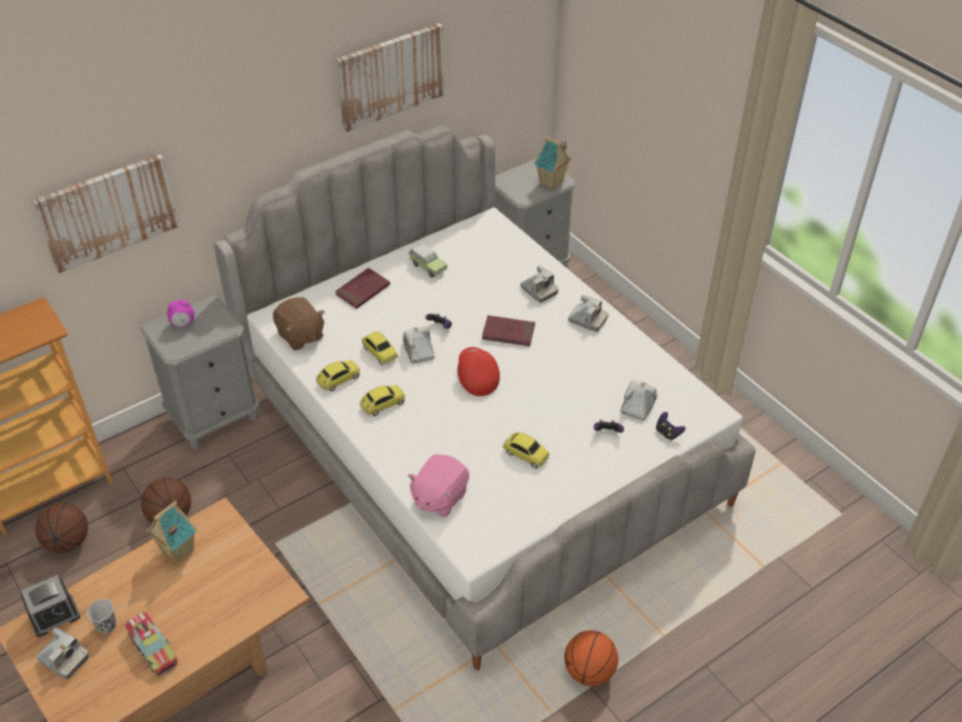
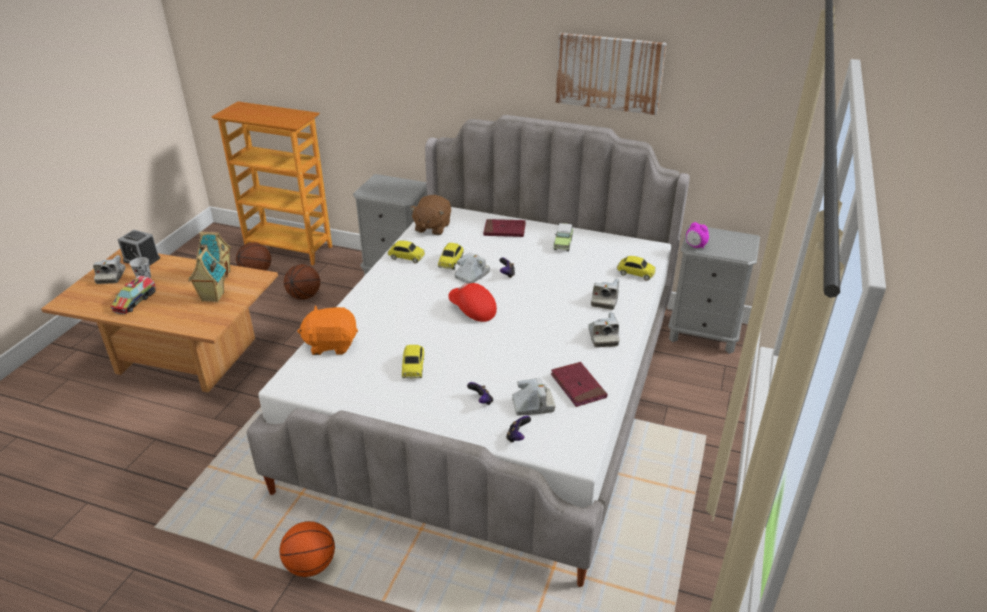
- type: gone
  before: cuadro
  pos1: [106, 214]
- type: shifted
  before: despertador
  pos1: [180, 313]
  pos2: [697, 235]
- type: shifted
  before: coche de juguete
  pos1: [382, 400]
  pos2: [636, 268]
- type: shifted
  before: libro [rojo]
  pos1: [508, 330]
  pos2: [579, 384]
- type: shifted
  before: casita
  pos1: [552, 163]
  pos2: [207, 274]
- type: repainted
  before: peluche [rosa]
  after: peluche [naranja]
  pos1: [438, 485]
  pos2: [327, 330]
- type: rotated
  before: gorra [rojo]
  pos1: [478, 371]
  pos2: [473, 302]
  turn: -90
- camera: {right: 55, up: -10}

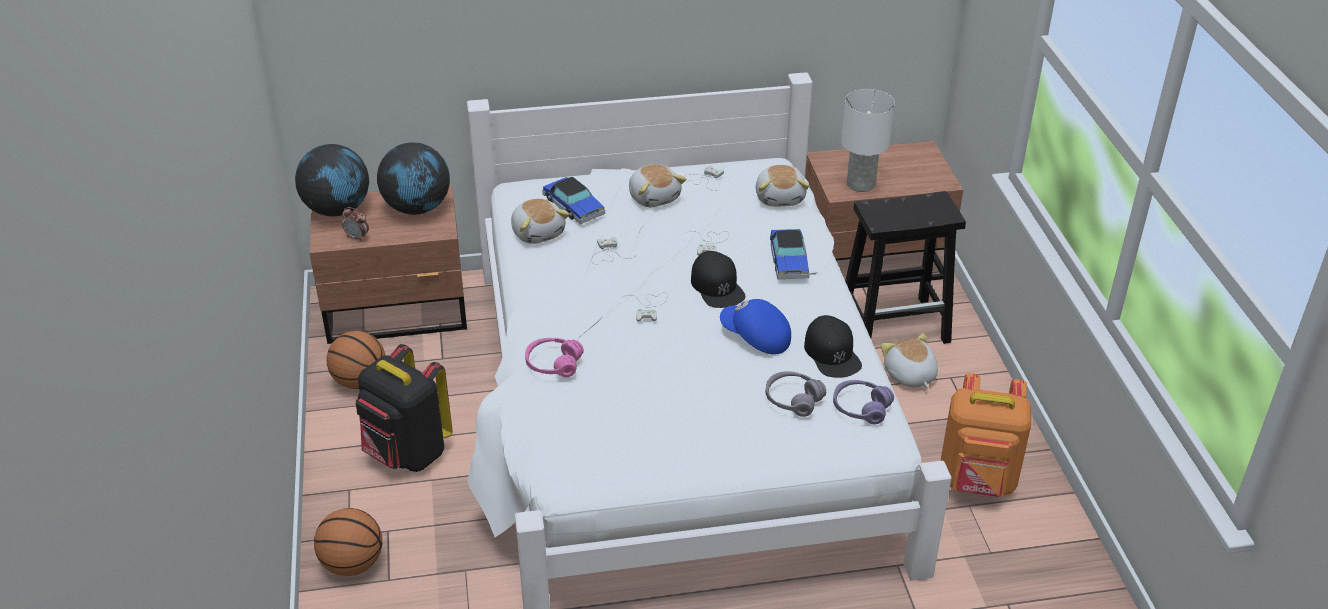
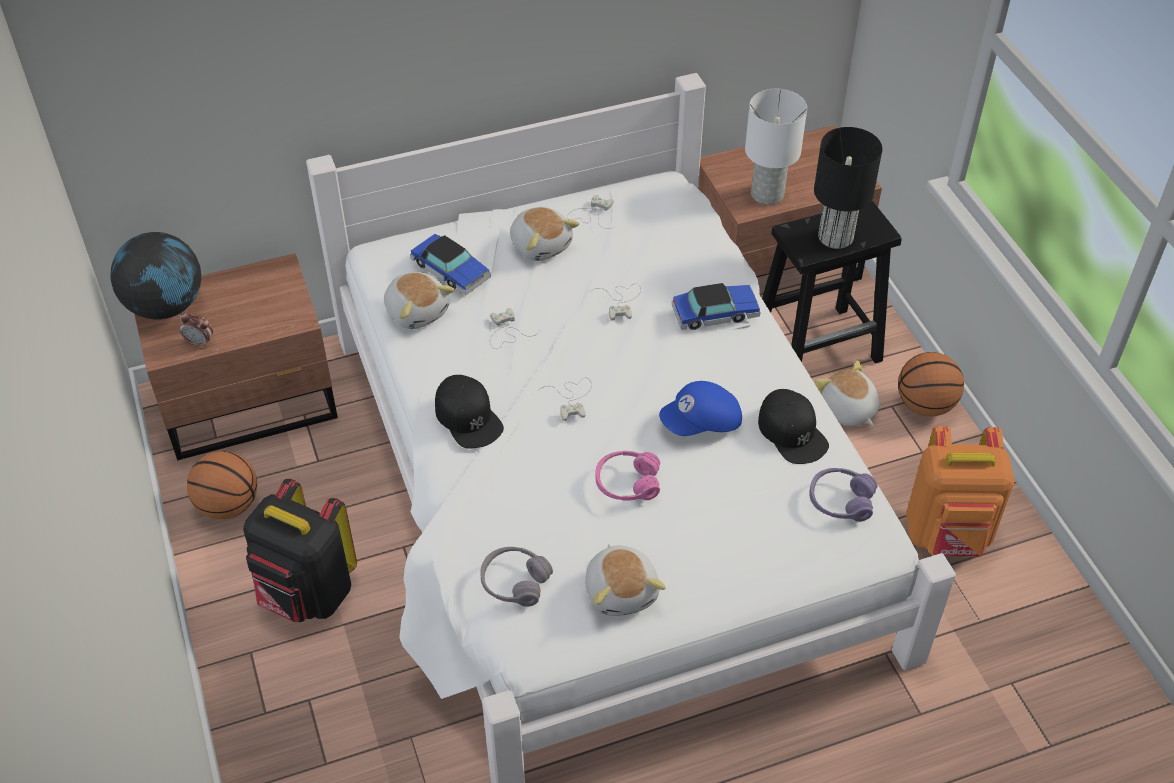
- type: gone
  before: globo terráqueo
  pos1: [413, 178]
- type: new
  after: lámpara de mesa [negro]
  pos2: [848, 188]
- type: shifted
  before: balón de baloncesto
  pos1: [348, 542]
  pos2: [931, 384]
- type: shifted
  before: auriculares [rosa]
  pos1: [554, 357]
  pos2: [627, 476]
- type: shifted
  before: gorra [negro]
  pos1: [718, 279]
  pos2: [469, 411]
- type: shifted
  before: peluche
  pos1: [783, 186]
  pos2: [625, 580]
- type: shifted
  before: auriculares [gris]
  pos1: [796, 394]
  pos2: [516, 577]
- type: rotated
  before: gorra [azul]
  pos1: [755, 327]
  pos2: [700, 408]
  turn: -45
- type: rotated
  before: coche de juguete
  pos1: [790, 254]
  pos2: [716, 306]
  turn: -90
- camera: {right: -10, up: 10}

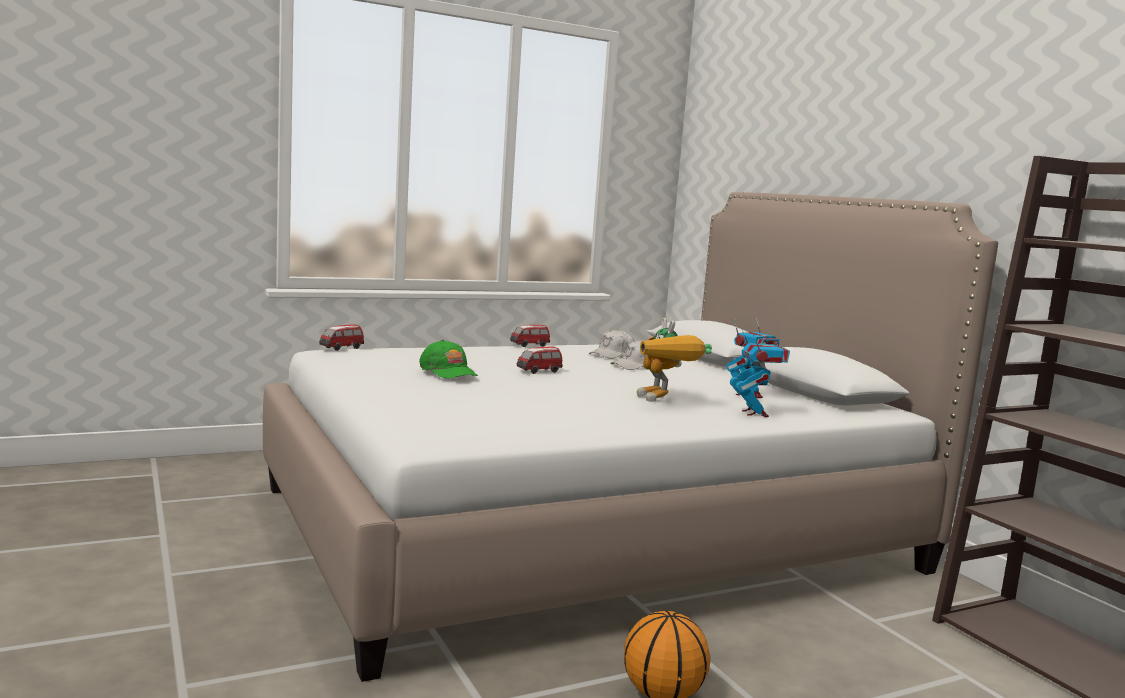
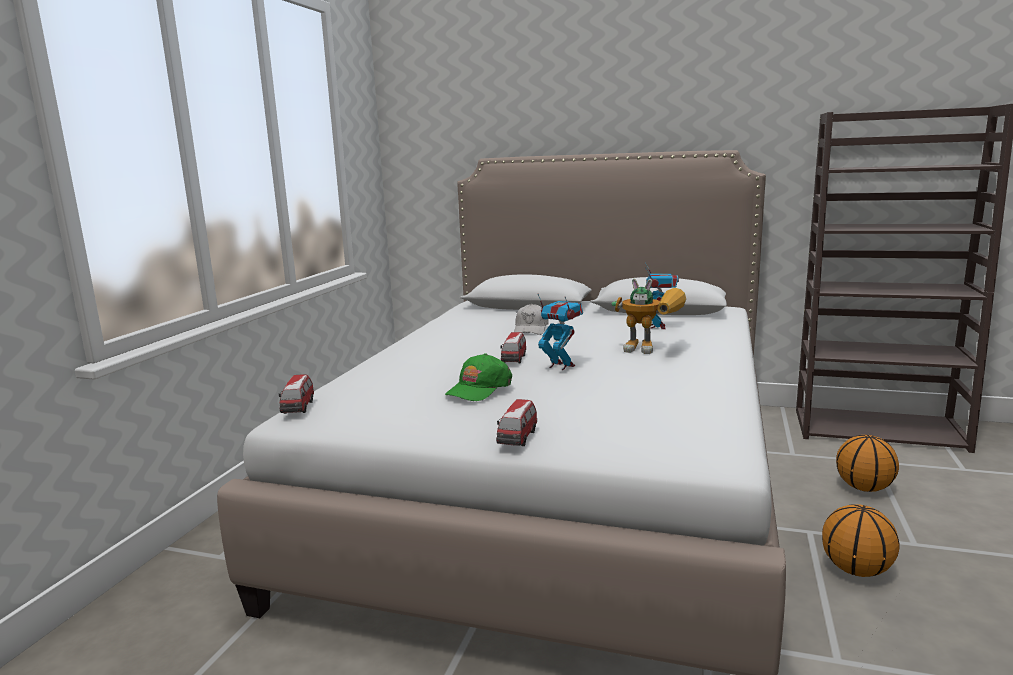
- type: gone
  before: gorra [blanco]
  pos1: [611, 344]
- type: new
  after: balón de baloncesto
  pos2: [867, 463]
- type: shifted
  before: coche de juguete
  pos1: [530, 336]
  pos2: [516, 422]
- type: shifted
  before: robot de juguete
  pos1: [760, 372]
  pos2: [560, 332]
- type: rotated
  before: gorra [verde]
  pos1: [448, 359]
  pos2: [478, 377]
  turn: 120
- camera: {right: -45, up: 5}

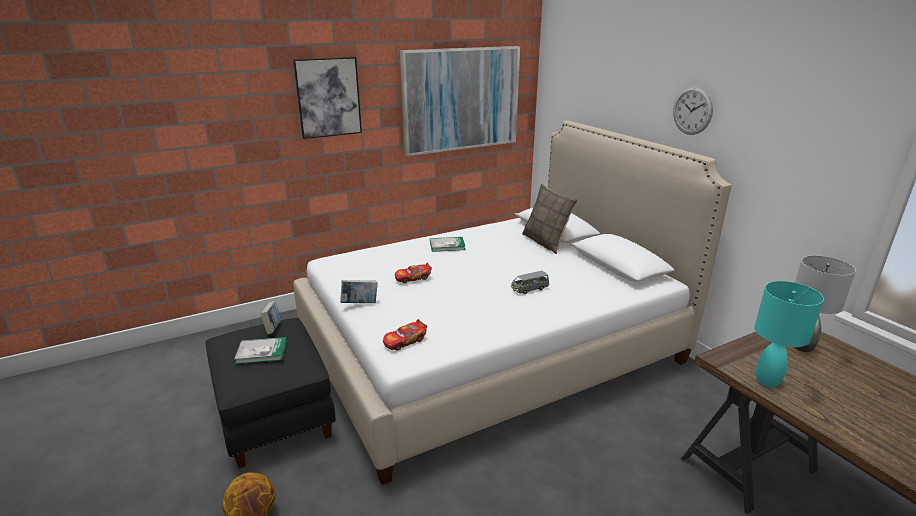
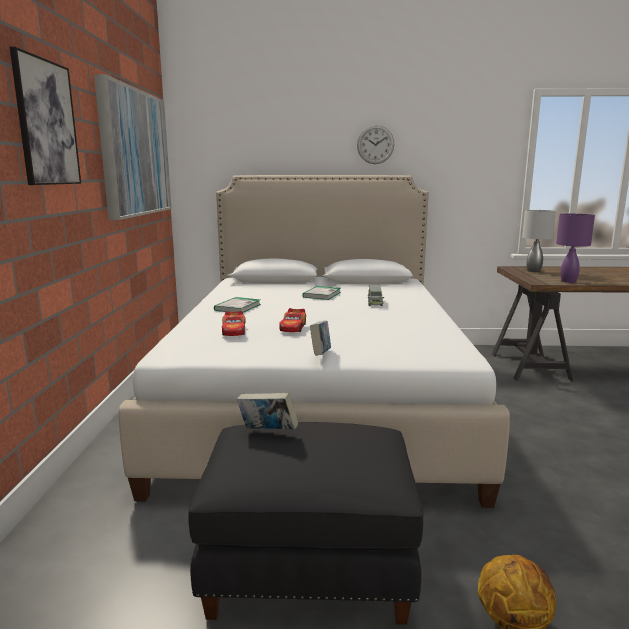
- type: gone
  before: cojín
  pos1: [550, 218]
- type: shifted
  before: libro
  pos1: [260, 350]
  pos2: [321, 293]
- type: shifted
  before: coche de juguete
  pos1: [405, 335]
  pos2: [234, 323]
- type: repainted
  before: lámpara de mesa [turquesa]
  after: lámpara de mesa [morado]
  pos1: [789, 334]
  pos2: [575, 248]
- camera: {right: -60, up: -10}

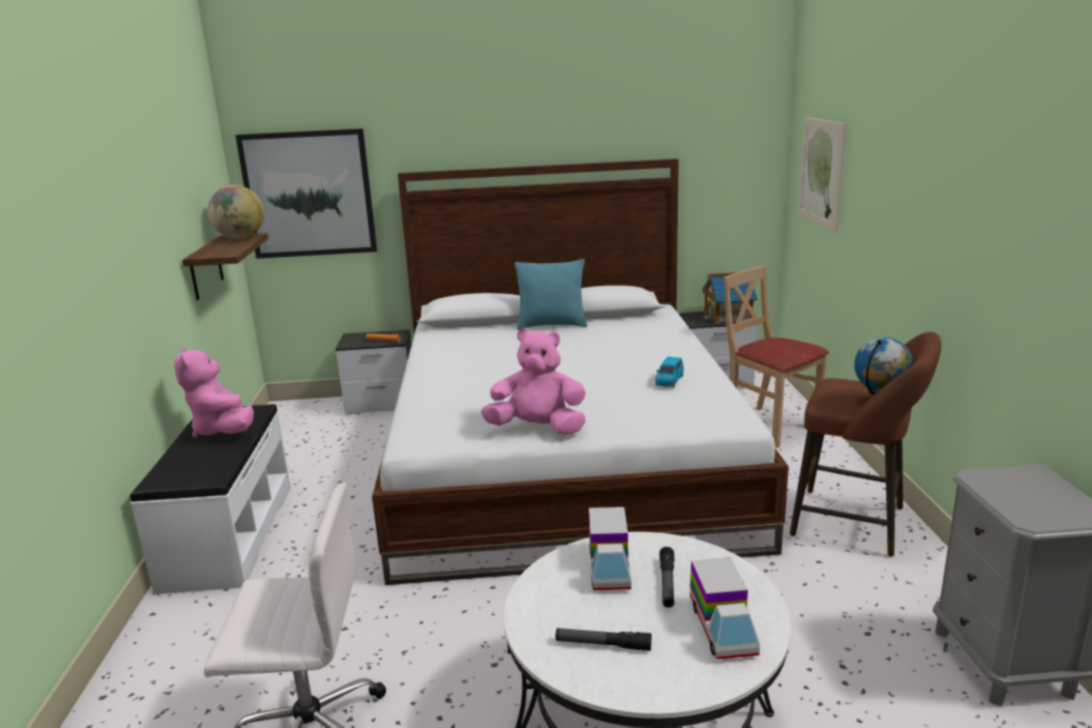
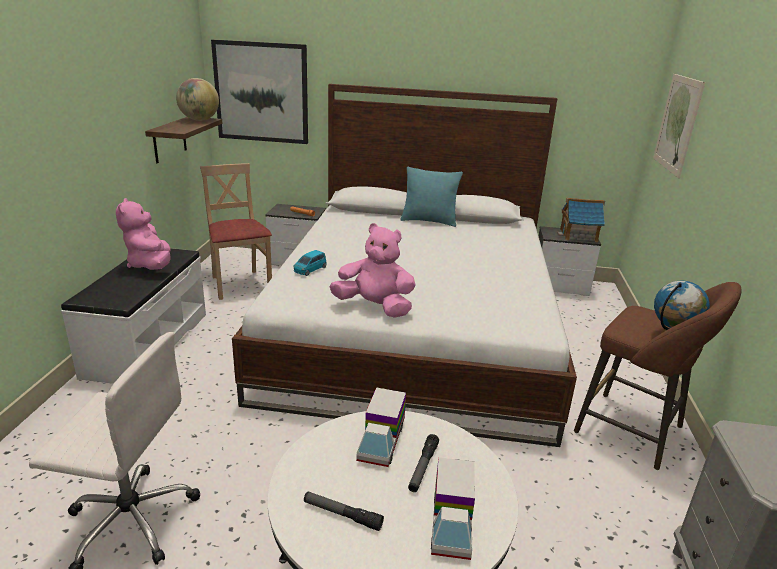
- type: shifted
  before: coche de juguete [azul]
  pos1: [669, 372]
  pos2: [310, 263]
- type: shifted
  before: silla [beis]
  pos1: [776, 357]
  pos2: [236, 231]
- camera: {right: 10, up: 5}

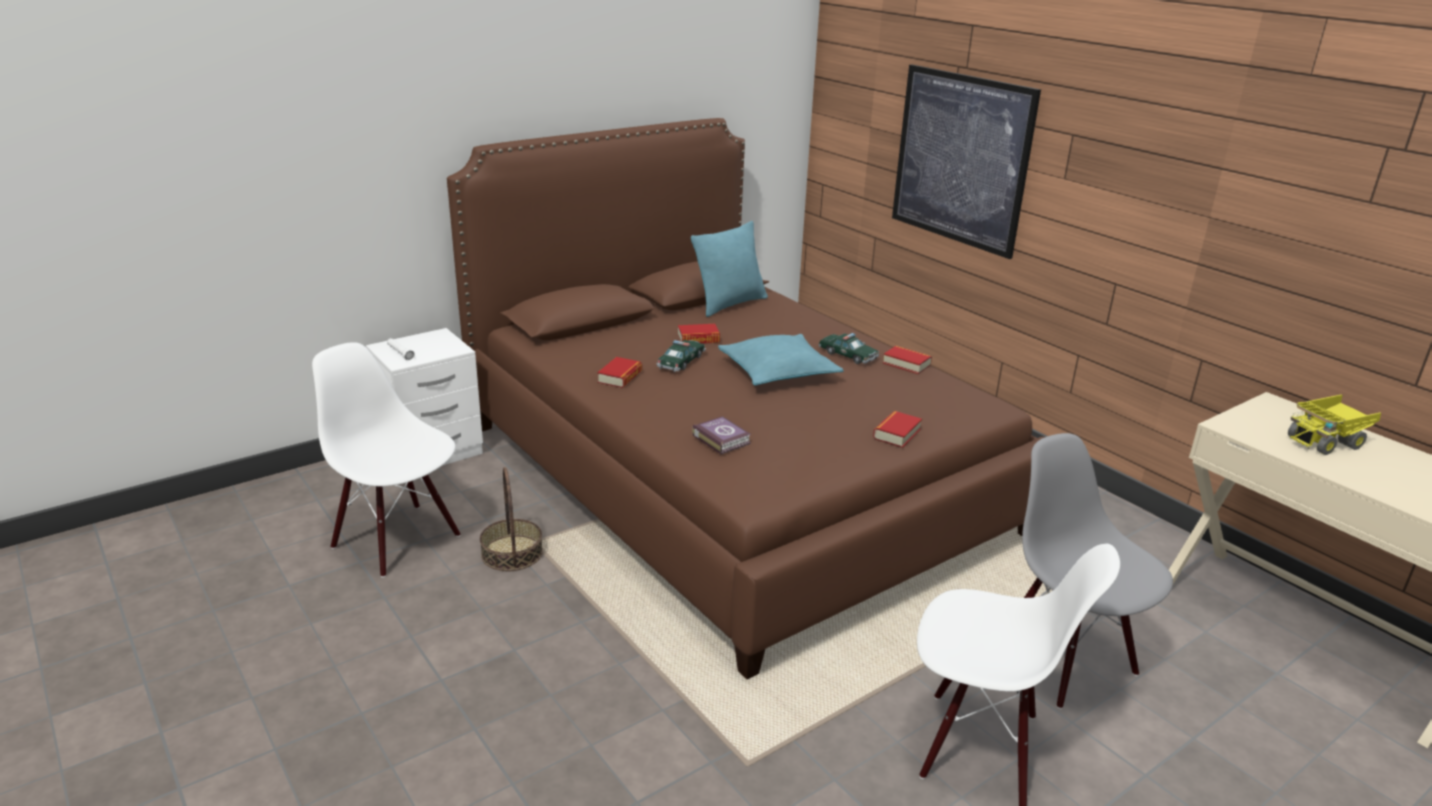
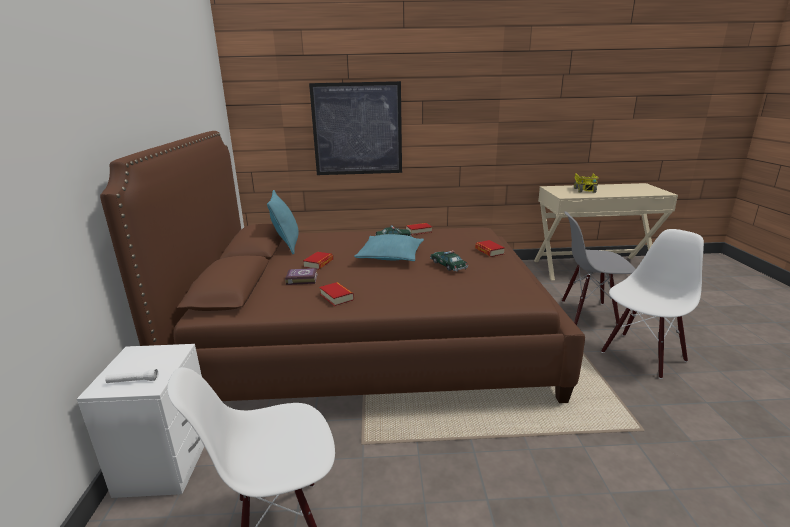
- type: gone
  before: cesta
  pos1: [511, 519]
- type: shifted
  before: coche de juguete
  pos1: [681, 356]
  pos2: [449, 261]
- type: shifted
  before: libro
  pos1: [721, 435]
  pos2: [301, 276]
- camera: {right: -55, up: -5}

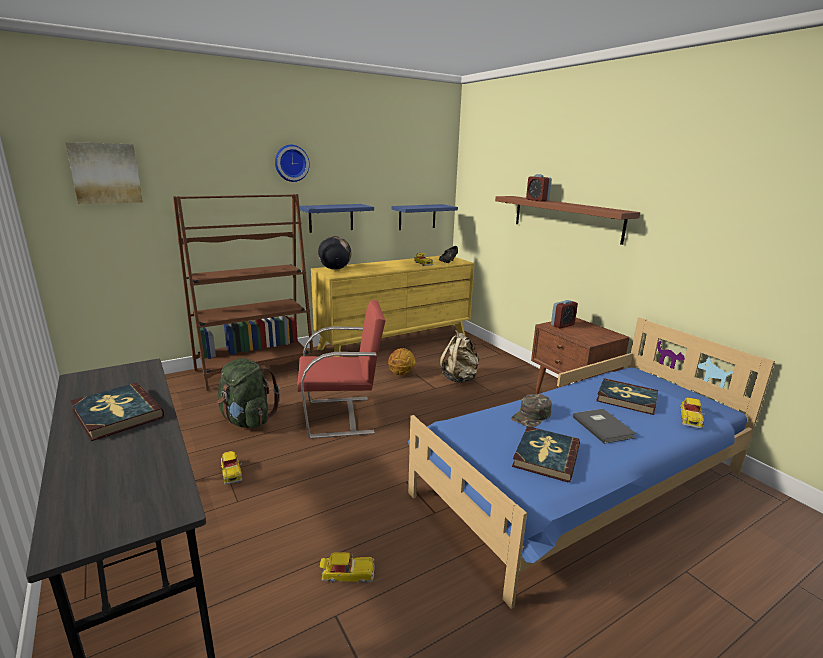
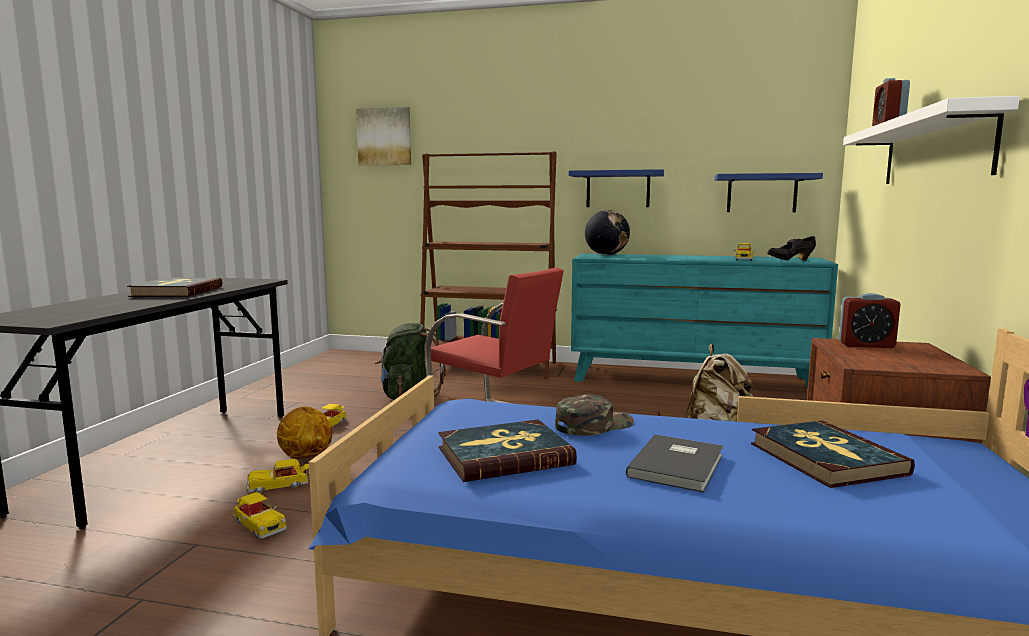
- type: gone
  before: reloj de pared
  pos1: [292, 163]
- type: shifted
  before: balón de baloncesto
  pos1: [402, 362]
  pos2: [304, 433]
- type: shifted
  before: coche de juguete
  pos1: [692, 413]
  pos2: [278, 476]
- type: repainted
  before: cómoda [amarillo]
  after: cómoda [turquesa]
  pos1: [393, 306]
  pos2: [704, 321]
- type: repainted
  before: estante [marrón]
  after: estante [blanco]
  pos1: [567, 220]
  pos2: [931, 140]
- type: rotated
  before: gorra [verde]
  pos1: [531, 410]
  pos2: [594, 415]
  turn: 150
- camera: {right: 45, up: -10}

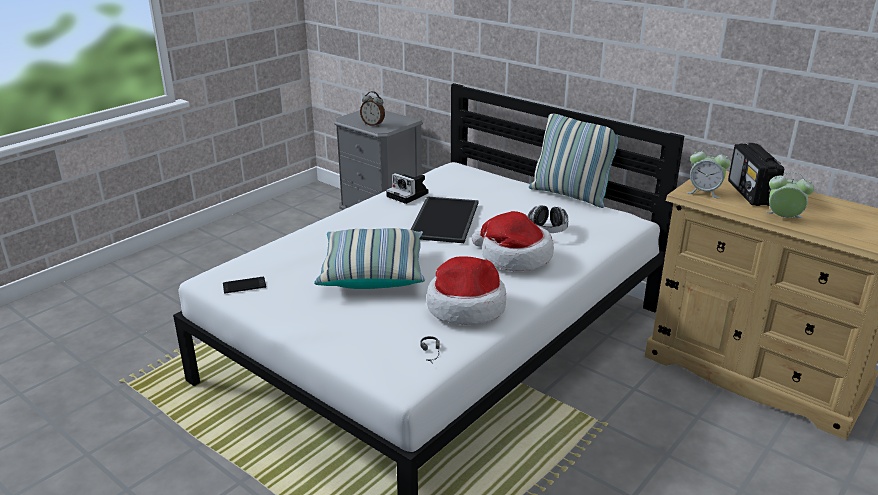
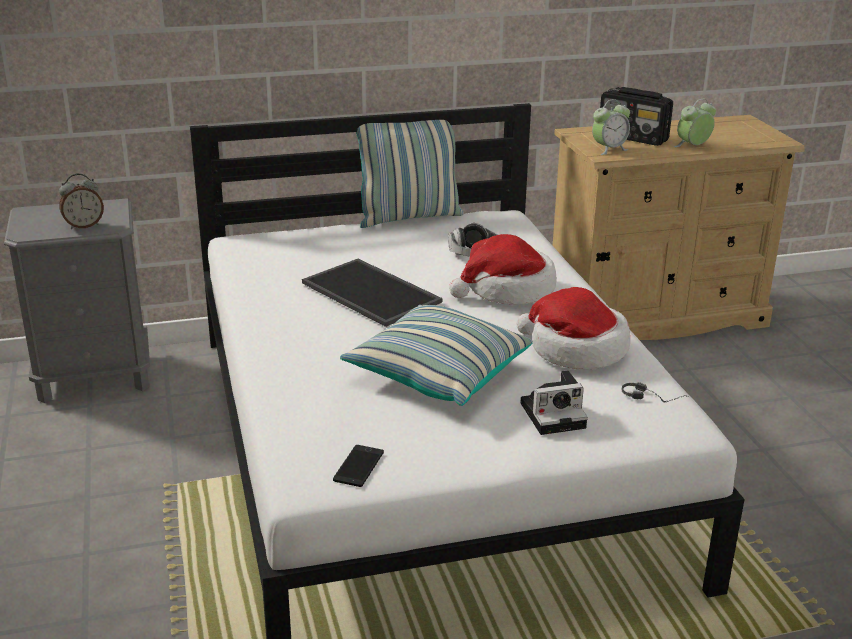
- type: shifted
  before: cámara
  pos1: [407, 188]
  pos2: [554, 402]
- camera: {right: -55, up: 0}

